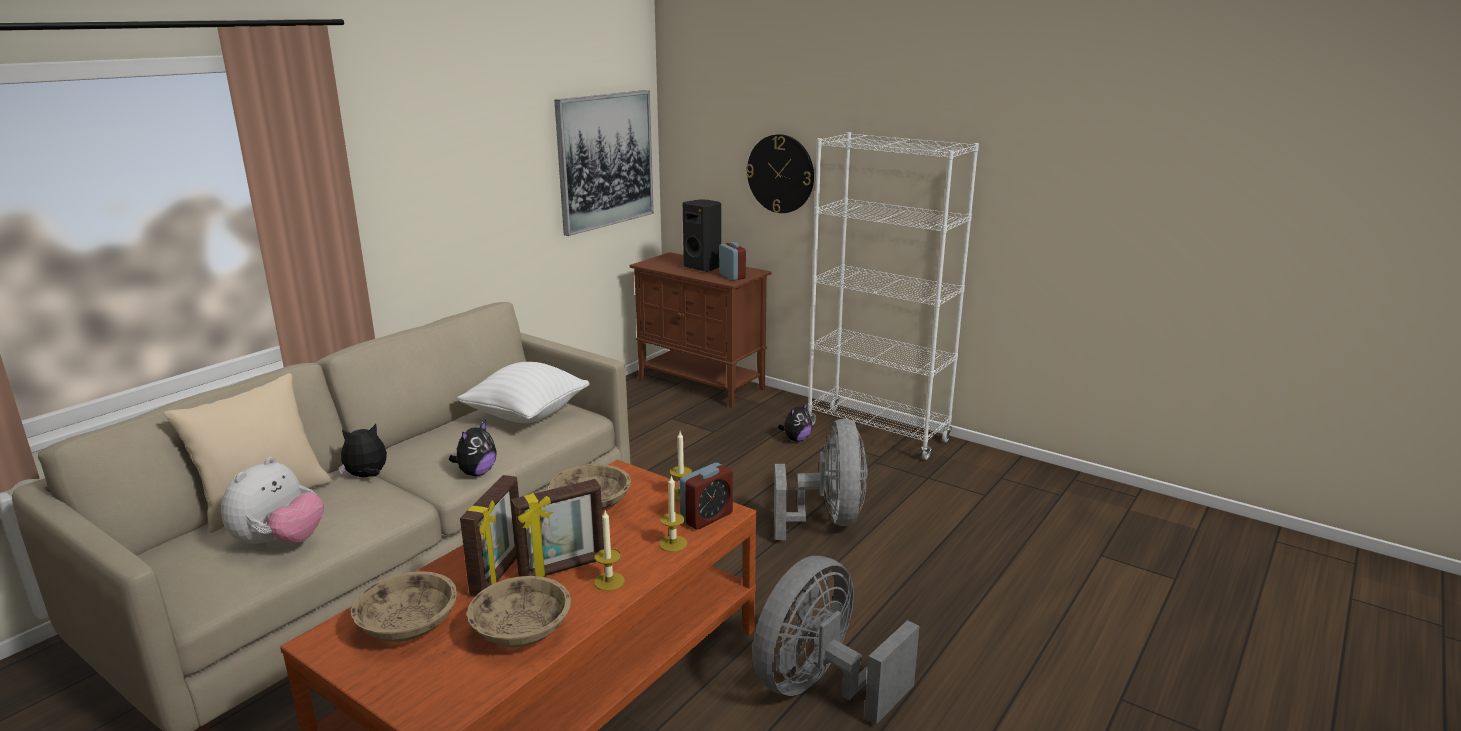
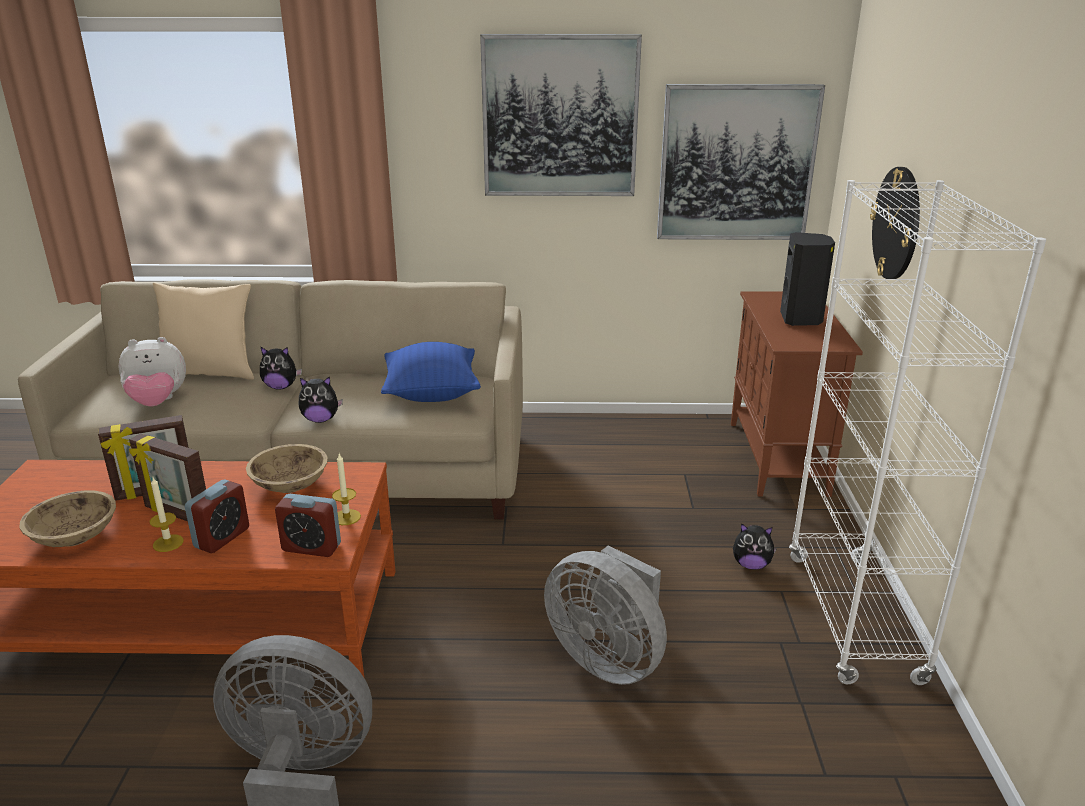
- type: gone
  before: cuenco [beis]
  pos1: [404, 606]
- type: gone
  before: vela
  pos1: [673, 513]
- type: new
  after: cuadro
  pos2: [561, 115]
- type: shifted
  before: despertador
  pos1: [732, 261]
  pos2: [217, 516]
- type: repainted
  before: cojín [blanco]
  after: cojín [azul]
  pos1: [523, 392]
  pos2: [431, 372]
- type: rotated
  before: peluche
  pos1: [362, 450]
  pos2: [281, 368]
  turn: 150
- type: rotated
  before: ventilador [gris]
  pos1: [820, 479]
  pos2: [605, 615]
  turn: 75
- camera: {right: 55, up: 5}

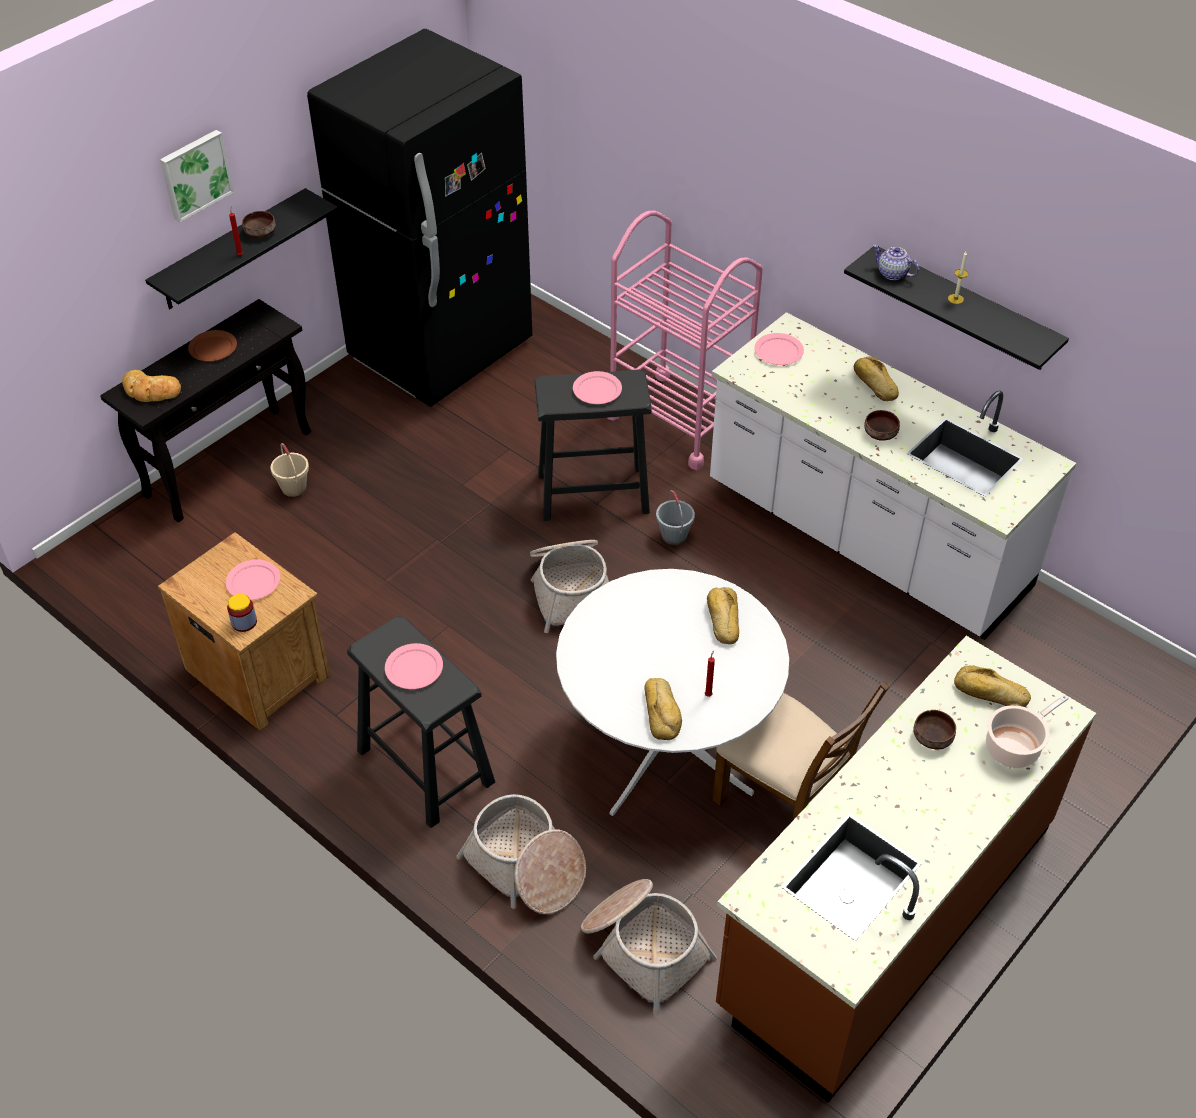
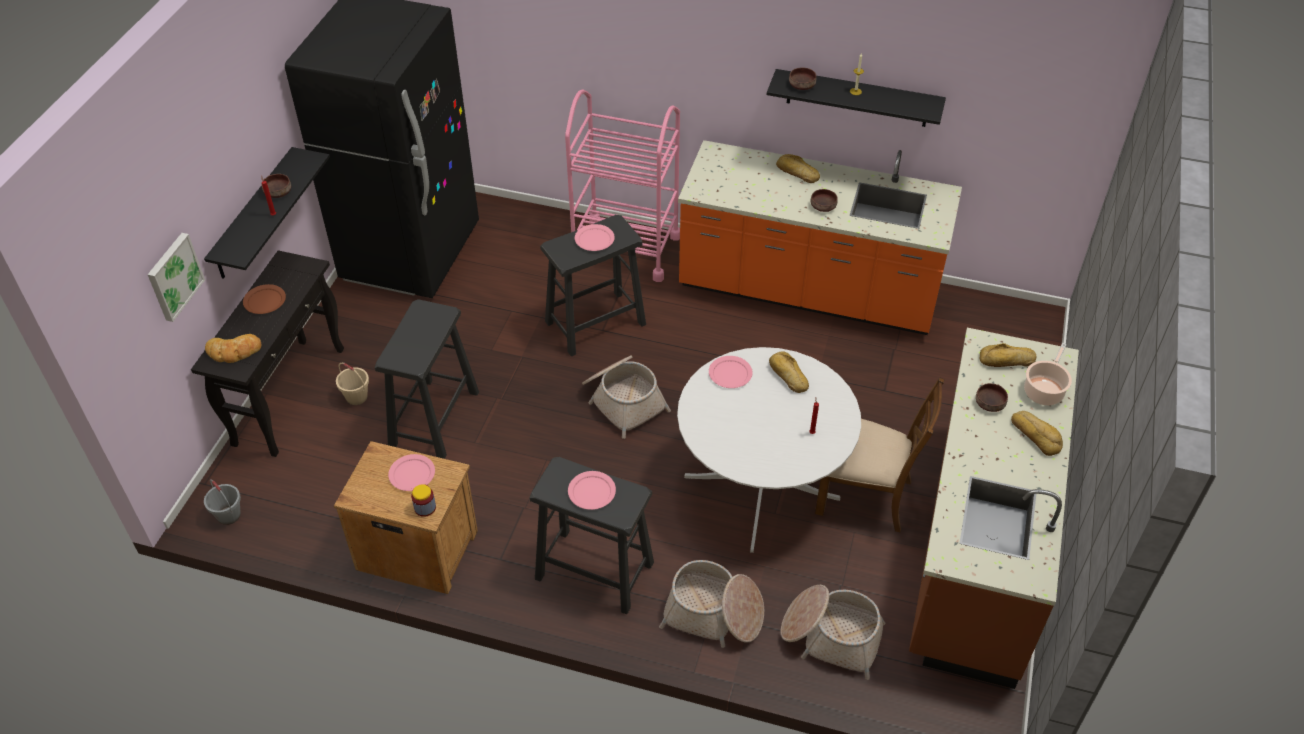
- type: new
  after: taburete [negro]
  pos2: [427, 379]
- type: shifted
  before: cuadro
  pos1: [197, 176]
  pos2: [176, 277]
- type: shifted
  before: pan
  pos1: [663, 709]
  pos2: [1037, 433]
- type: shifted
  before: cubo [gris]
  pos1: [675, 517]
  pos2: [222, 502]
- type: shifted
  before: plato [rosa]
  pos1: [779, 349]
  pos2: [731, 372]
- type: swapped
  before: tetera
  after: cuenco [marrón]
  pos1: [896, 262]
  pos2: [802, 78]
- type: repainted
  before: mueble bajo de cocina [blanco]
  after: mueble bajo de cocina [naranja]
  pos1: [893, 476]
  pos2: [820, 237]
- camera: {right: -25, up: 0}

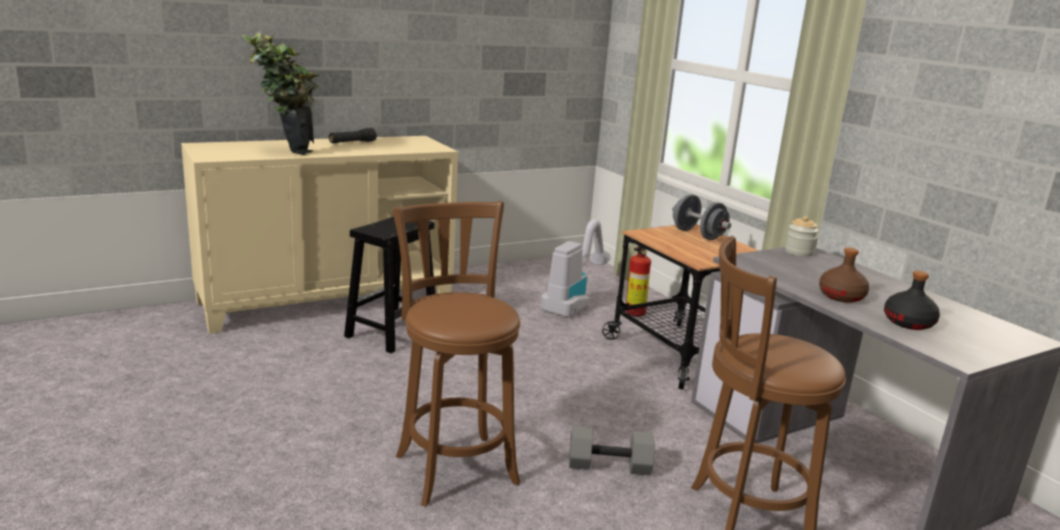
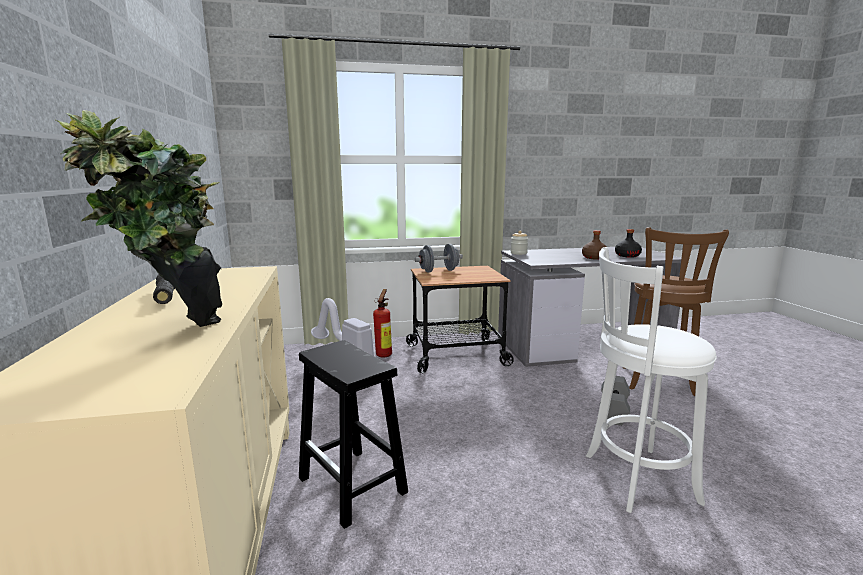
- type: repainted
  before: taburete [marrón]
  after: taburete [blanco]
  pos1: [457, 354]
  pos2: [651, 380]
- camera: {right: -70, up: -5}

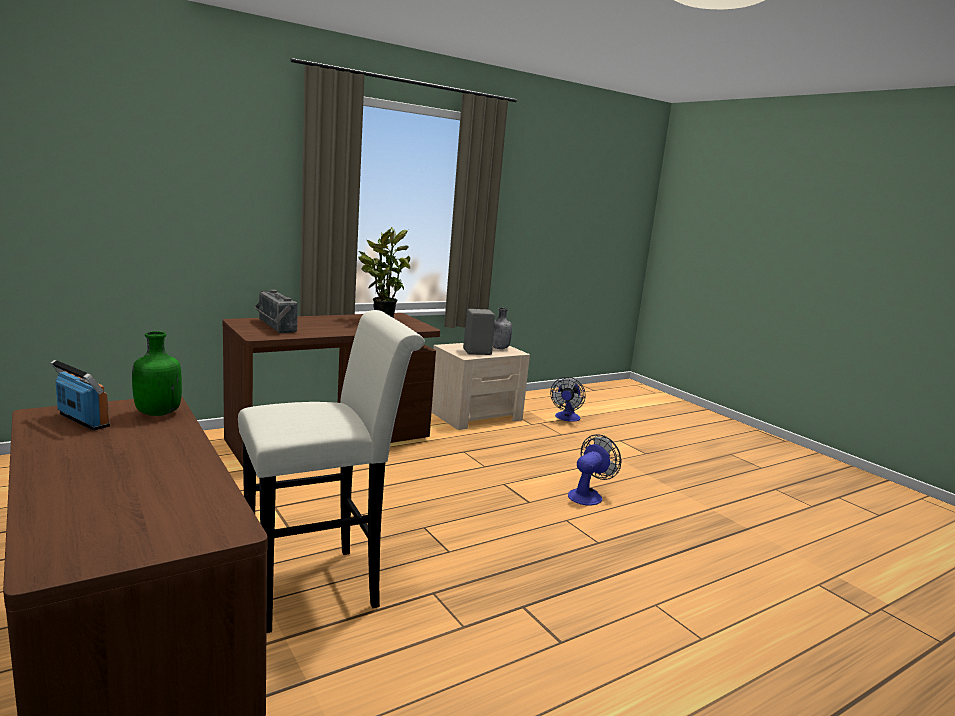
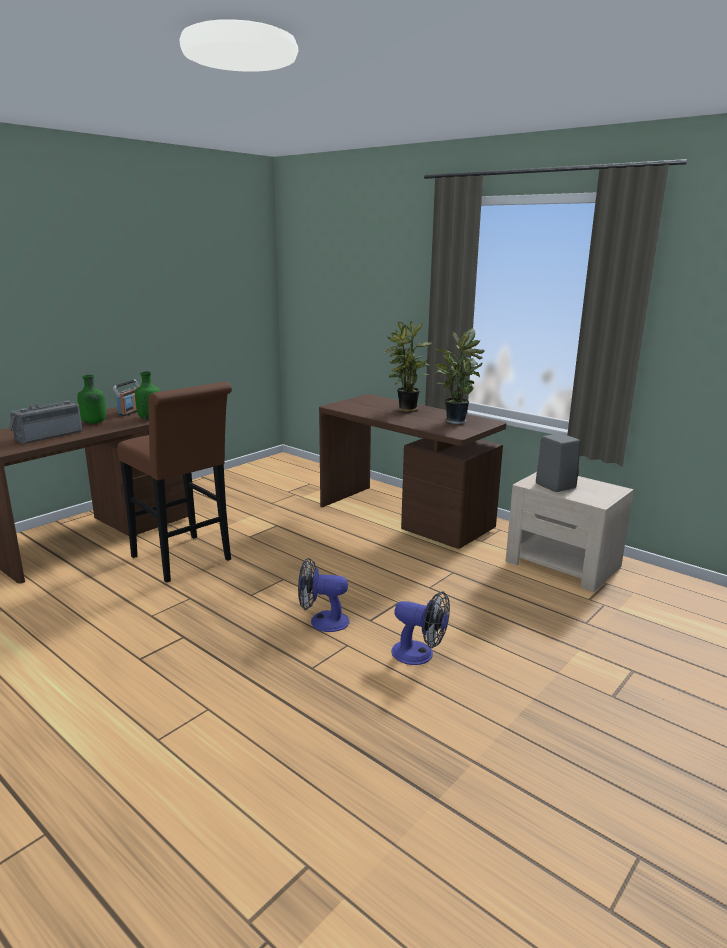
- type: gone
  before: botella [gris]
  pos1: [502, 328]
- type: new
  after: botella [verde]
  pos2: [91, 399]
- type: new
  after: planta en maceta
  pos2: [407, 366]
- type: shifted
  before: radio
  pos1: [276, 311]
  pos2: [45, 422]
- type: shifted
  before: ventilador
  pos1: [568, 399]
  pos2: [324, 595]
- type: repainted
  before: taburete [blanco]
  after: taburete [marrón]
  pos1: [331, 471]
  pos2: [174, 482]
- camera: {right: 75, up: 5}

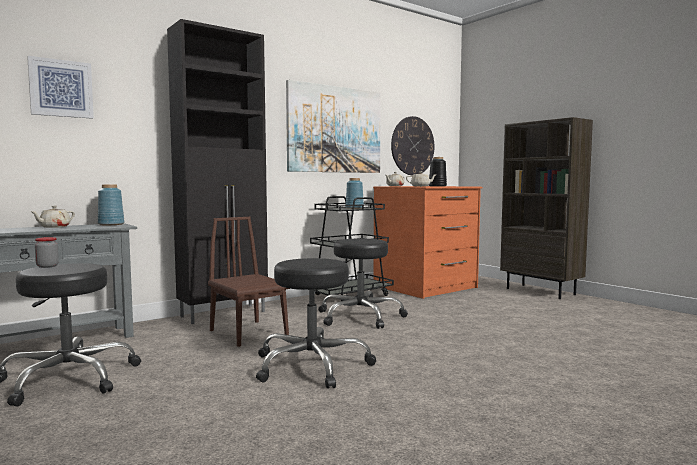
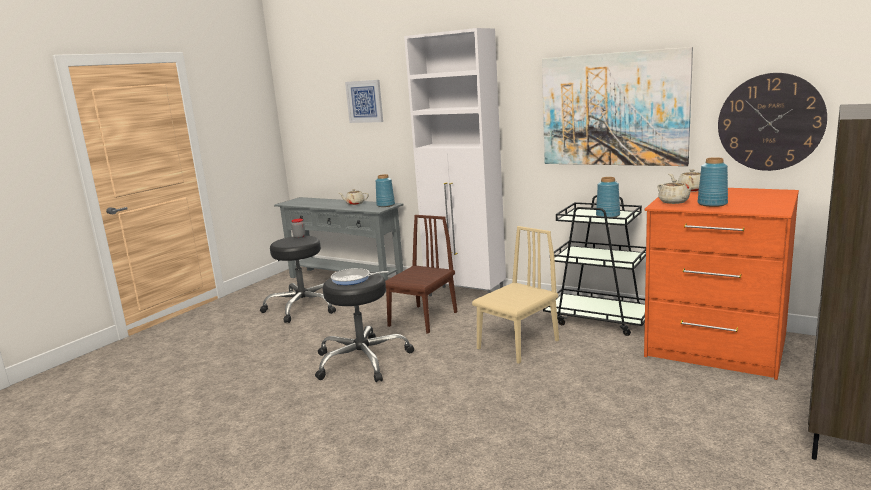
- type: new
  after: sartén
  pos2: [360, 276]
- type: swapped
  before: taburete [negro]
  after: silla [beis]
  pos1: [363, 284]
  pos2: [515, 295]
- type: repainted
  before: armario [negro]
  after: armario [blanco]
  pos1: [217, 171]
  pos2: [455, 162]
- type: repainted
  before: florero [negro]
  after: florero [azul]
  pos1: [438, 172]
  pos2: [712, 182]
- camera: {right: 70, up: 10}

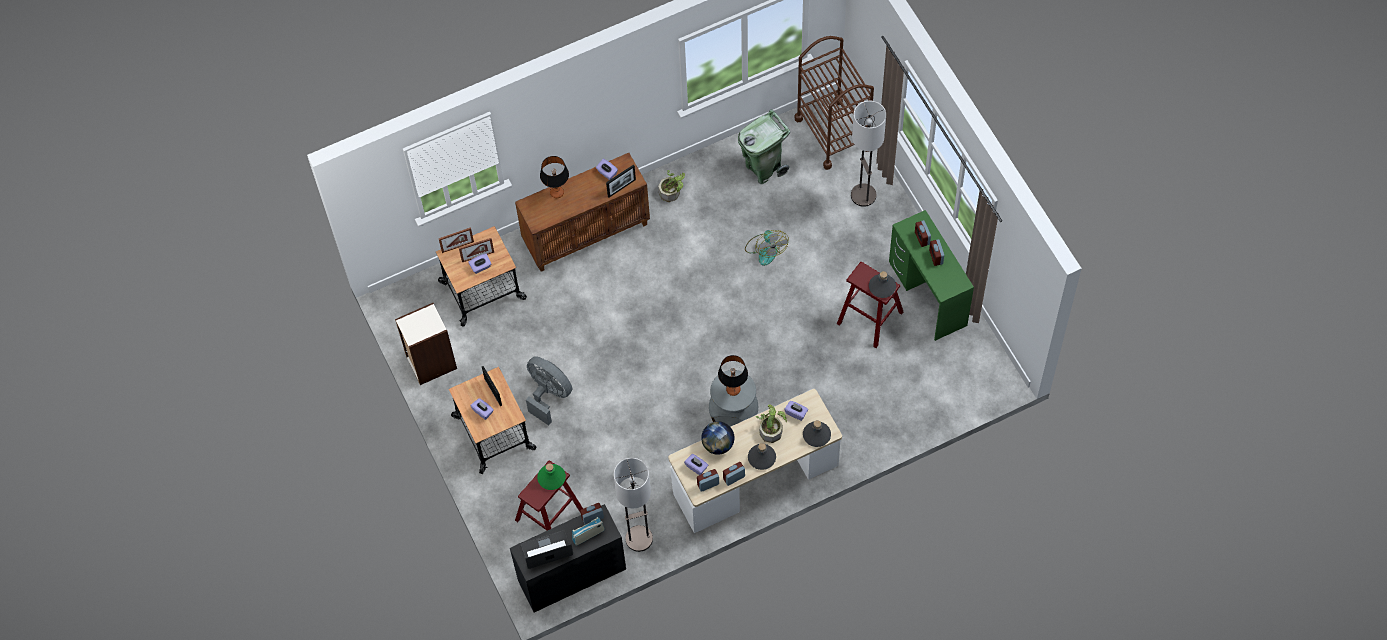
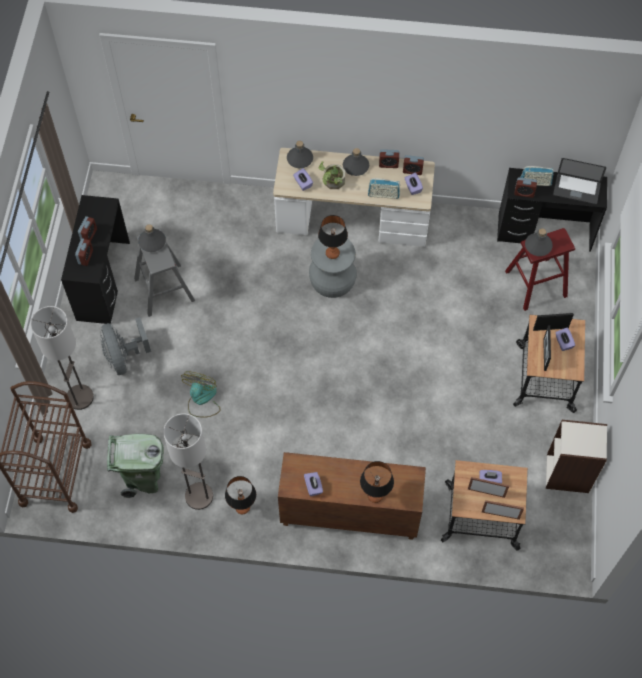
- type: shifted
  before: ventilador [gris]
  pos1: [549, 391]
  pos2: [125, 346]
- type: shifted
  before: portarretratos
  pos1: [621, 181]
  pos2: [553, 322]
- type: shifted
  before: lámpara de pie
  pos1: [633, 505]
  pos2: [188, 461]
- type: swapped
  before: planta en maceta
  after: lámpara de mesa
  pos1: [671, 186]
  pos2: [240, 495]
- type: swapped
  before: globo terráqueo
  after: radio
  pos1: [717, 438]
  pos2: [384, 188]
- type: repainted
  before: botella [verde]
  after: botella [gris]
  pos1: [551, 476]
  pos2: [539, 242]
- type: repainted
  before: taburete [rojo]
  after: taburete [gris]
  pos1: [870, 305]
  pos2: [164, 273]
- type: repainted
  before: escritorio [verde]
  after: escritorio [negro]
  pos1: [931, 275]
  pos2: [95, 259]
- camera: {right: -150, up: 0}

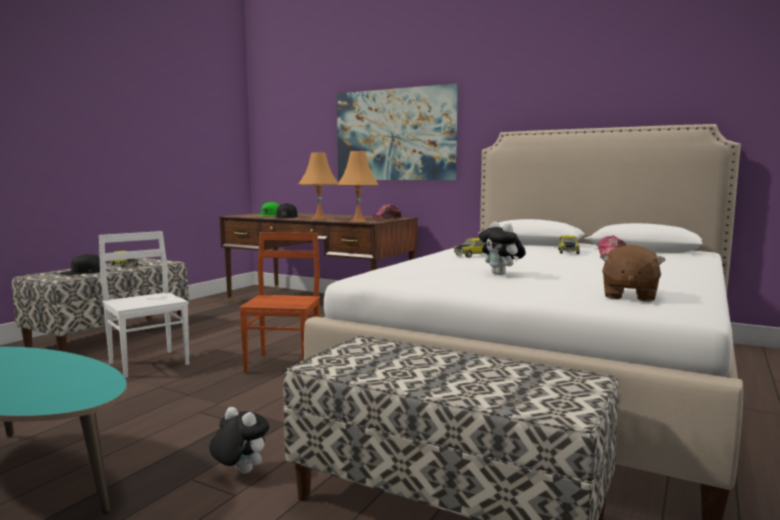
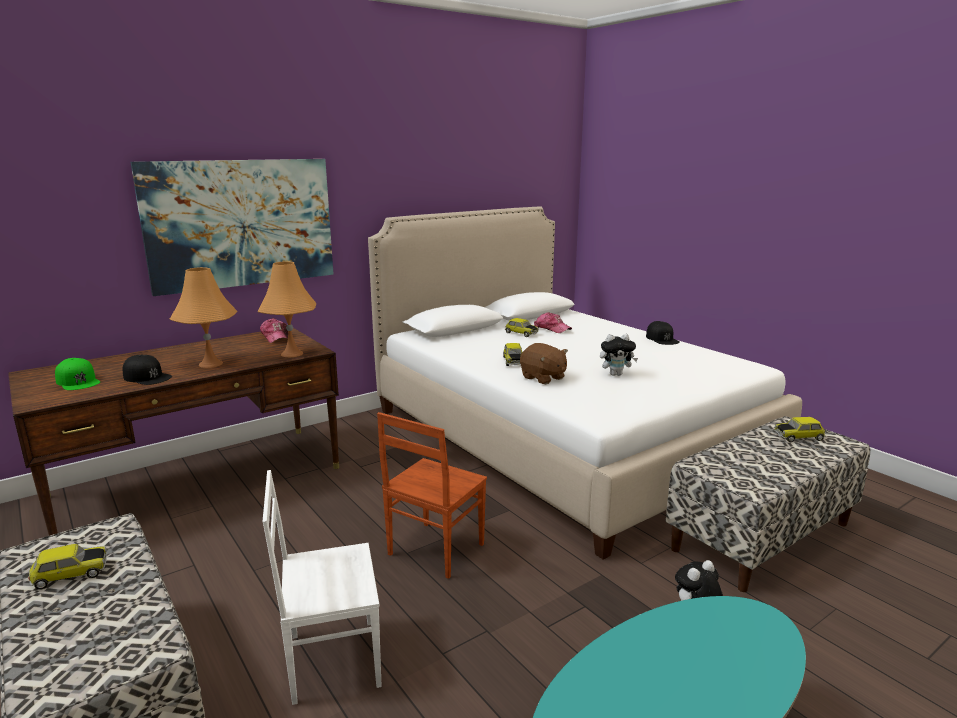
- type: new
  after: coche de juguete
  pos2: [799, 429]
- type: shifted
  before: gorra [negro]
  pos1: [80, 264]
  pos2: [663, 333]
- type: shifted
  before: peluche [marrón]
  pos1: [632, 273]
  pos2: [544, 363]
- type: rotated
  before: silla [marrón]
  pos1: [279, 302]
  pos2: [432, 495]
  turn: -90
- camera: {right: -65, up: 10}

